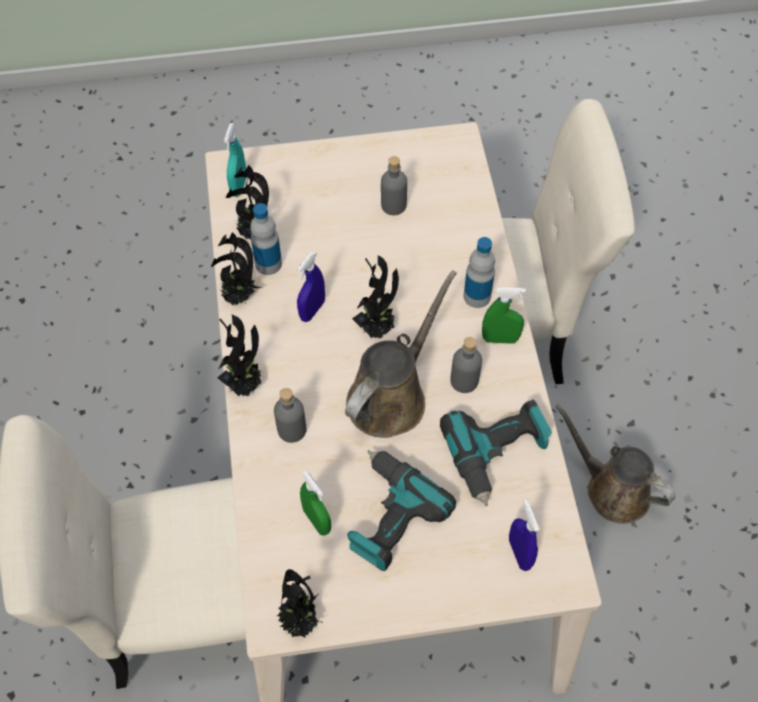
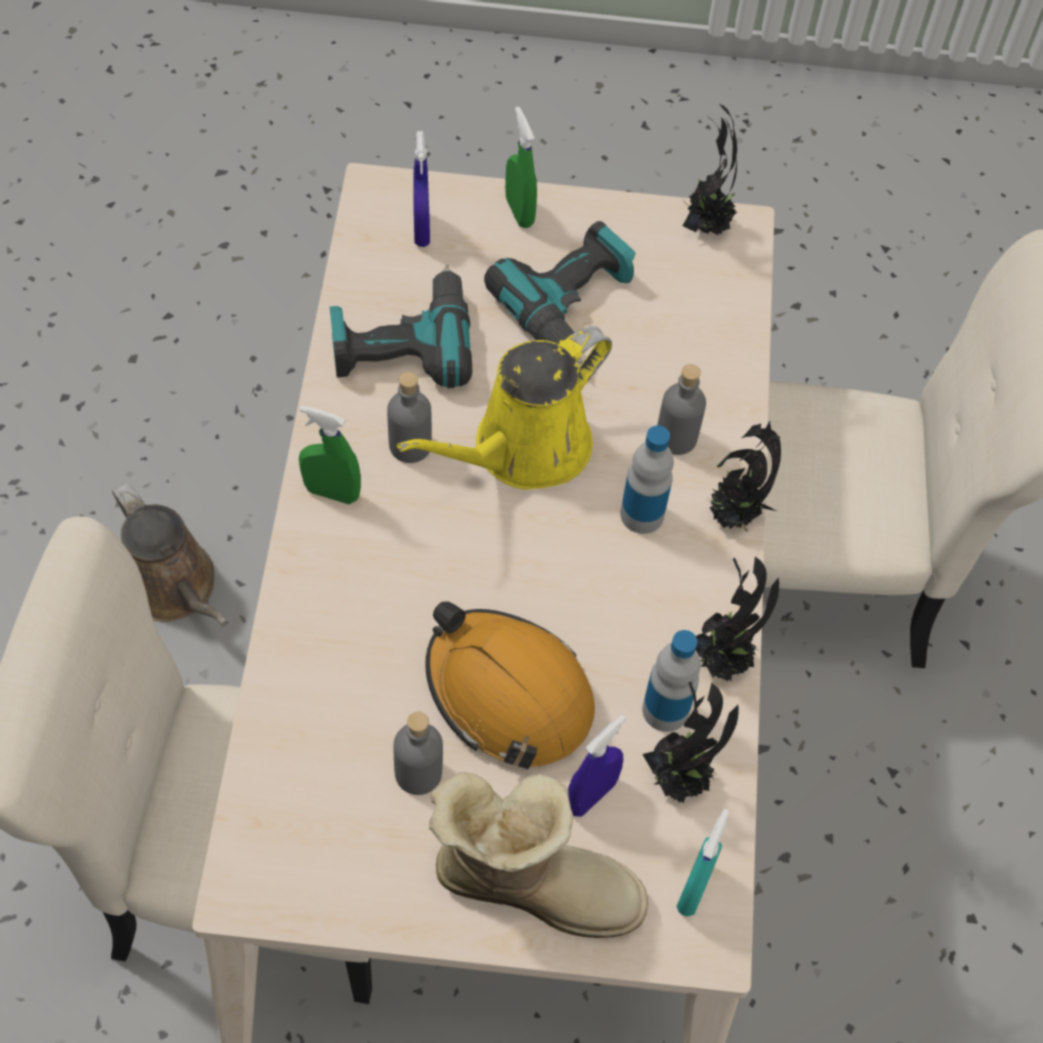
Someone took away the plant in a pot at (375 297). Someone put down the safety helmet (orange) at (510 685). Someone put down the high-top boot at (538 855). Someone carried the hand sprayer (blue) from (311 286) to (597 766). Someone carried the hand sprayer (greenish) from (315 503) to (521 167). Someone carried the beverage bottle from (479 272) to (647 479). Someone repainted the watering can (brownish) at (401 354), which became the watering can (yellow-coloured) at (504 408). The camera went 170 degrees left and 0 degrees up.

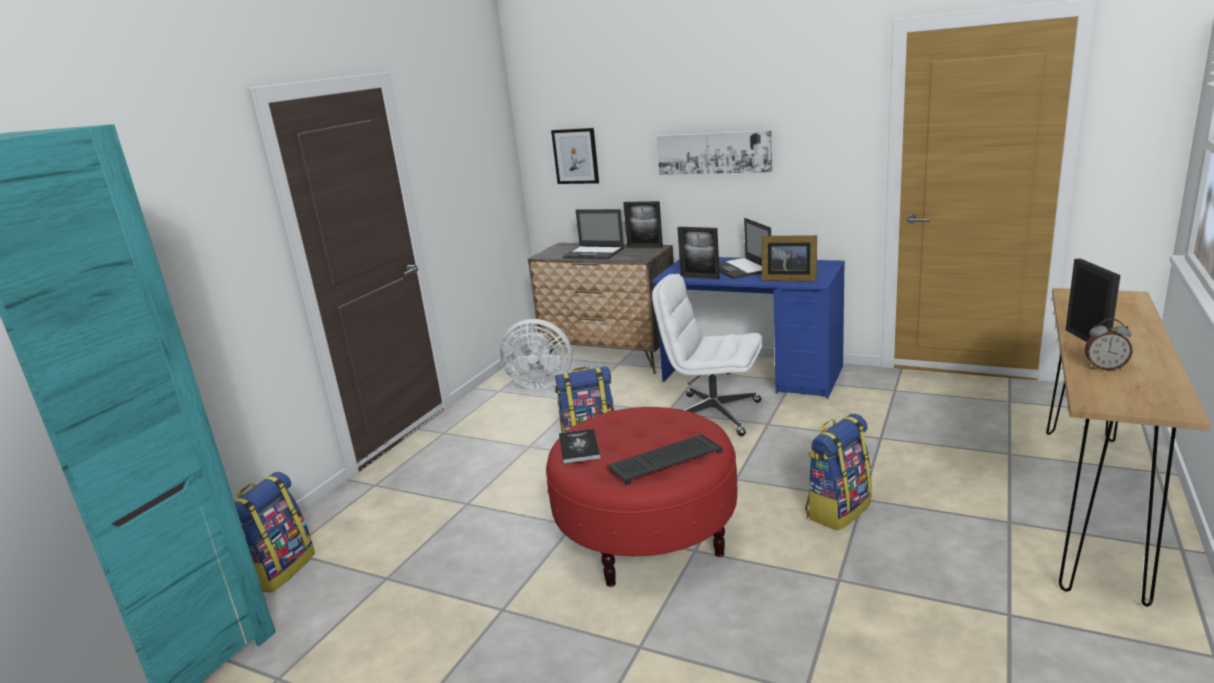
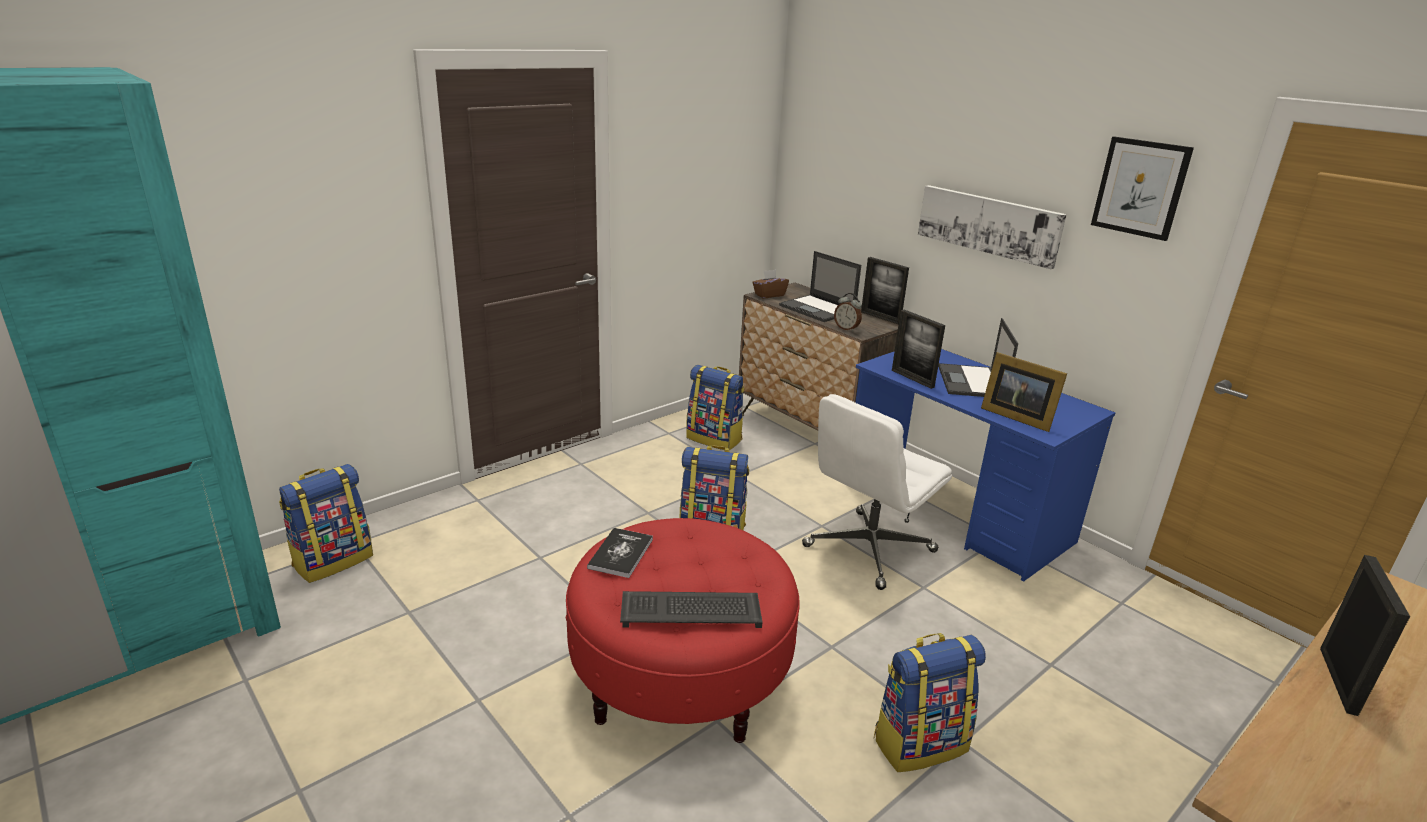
Someone put down the box of tissues (brownish) at (770 284). Someone carried the wall picture from (575 156) to (1142 188). Someone carried the table clock from (1109 344) to (848 312). Someone swapped the electric fan (white) at (535 354) for the knapsack at (715 407). Someone rotated the computer chair (white) at (707 355) by 90 degrees counterclockwise. The camera went 20 degrees right and 5 degrees up.

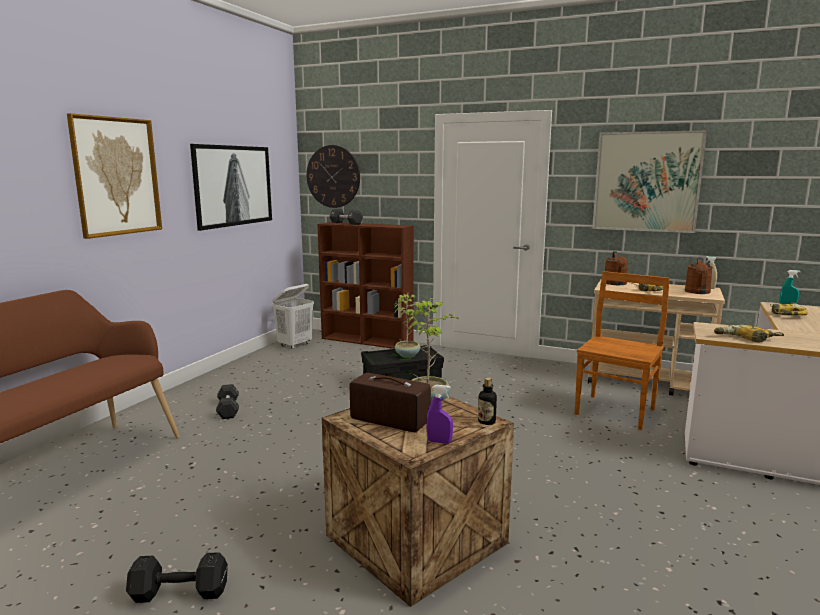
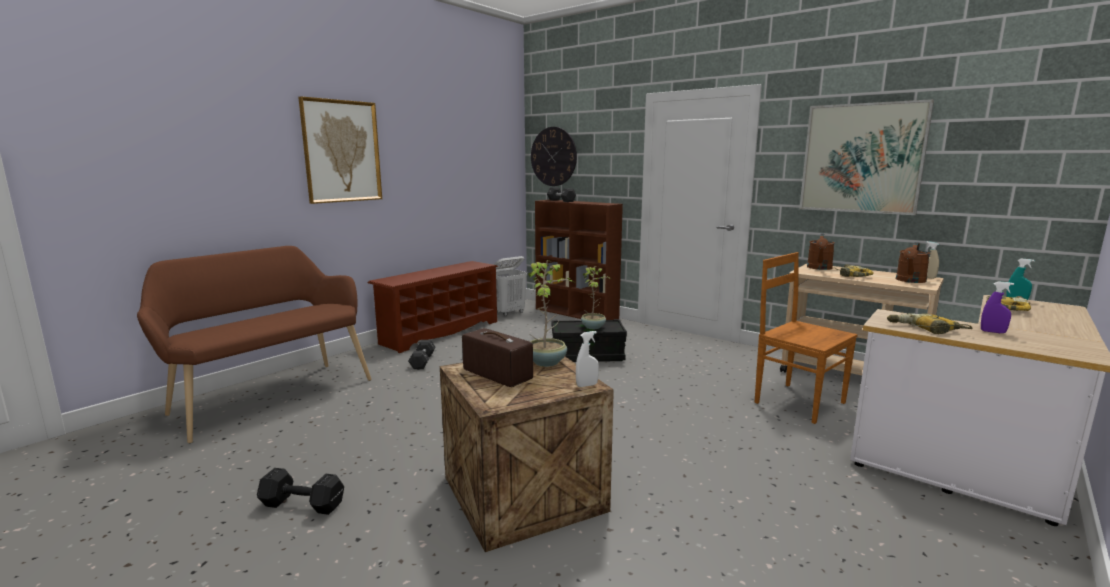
Someone took away the wall picture at (231 187). Someone put down the shoe rack (brownish) at (433 307). Someone carried the hand sprayer (purplish) from (440 414) to (997 307). Someone swapped the beverage bottle at (487 401) for the hand sprayer (white) at (587 359). Someone rotated the upright chair (brownish) at (622 350) by 90 degrees counterclockwise. The camera went 15 degrees right and 0 degrees up.

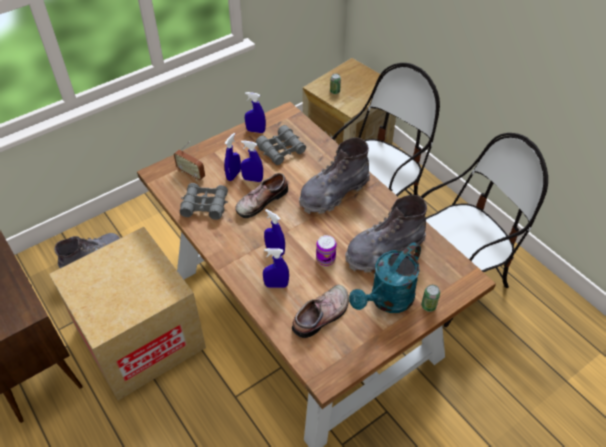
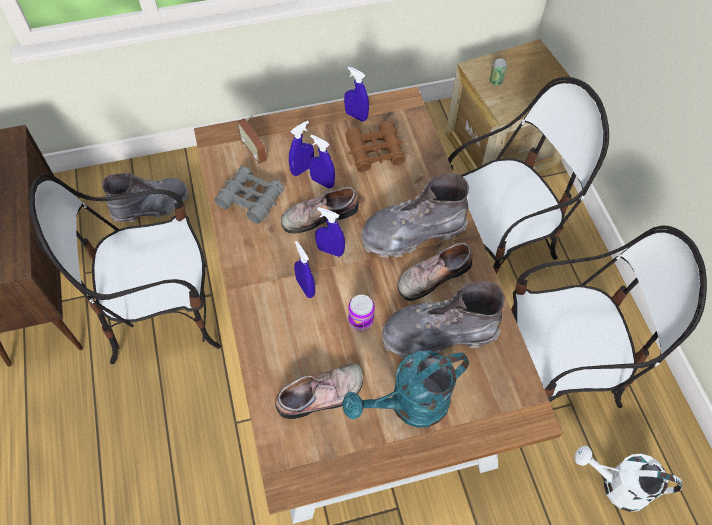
Someone took away the can at (430 298). Someone put down the low shoe at (435 272). Someone put down the watering can (white) at (628 479). Someone carried the hand sprayer (blue) from (276 268) to (330 232). Someone swapped the carton at (127 313) for the upright chair at (125 269). Someone repainted the binoculars (greyish) at (281 145), which became the binoculars (brownish) at (376 146). The camera went 20 degrees right and 10 degrees up.

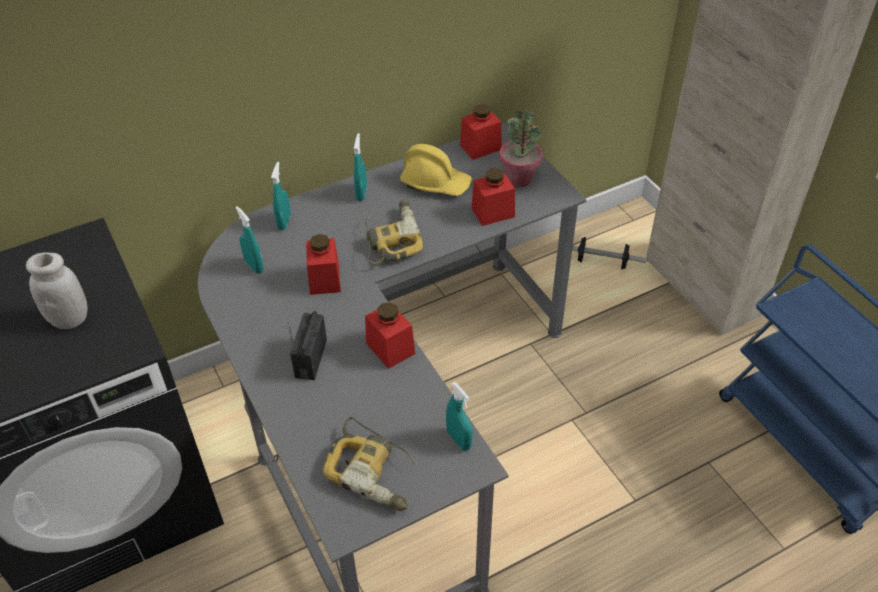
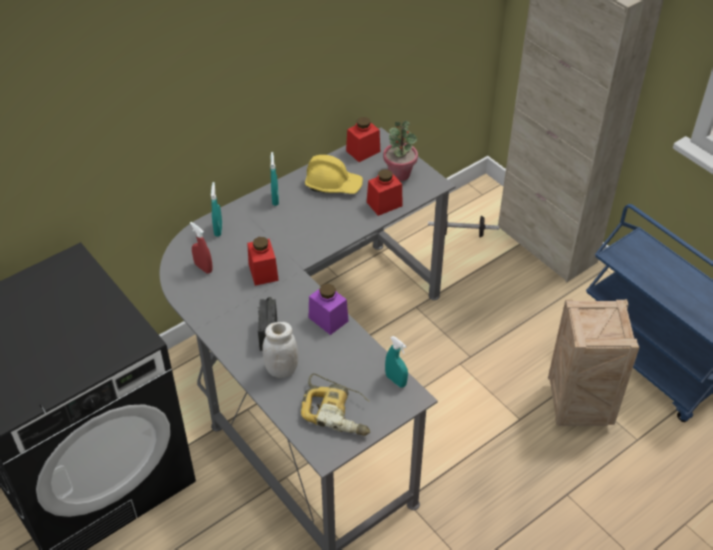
Someone took away the drill at (394 232). Someone put down the crate at (593 362). Someone carried the storage jar (white) from (56 290) to (280 350). Someone repainted the hand sprayer (turquoise-coloured) at (249 240), which became the hand sprayer (red-coloured) at (201 248). Someone repainted the storage jar (red-coloured) at (390 335), which became the storage jar (purplish) at (329 309). The camera went 10 degrees left and 0 degrees up.

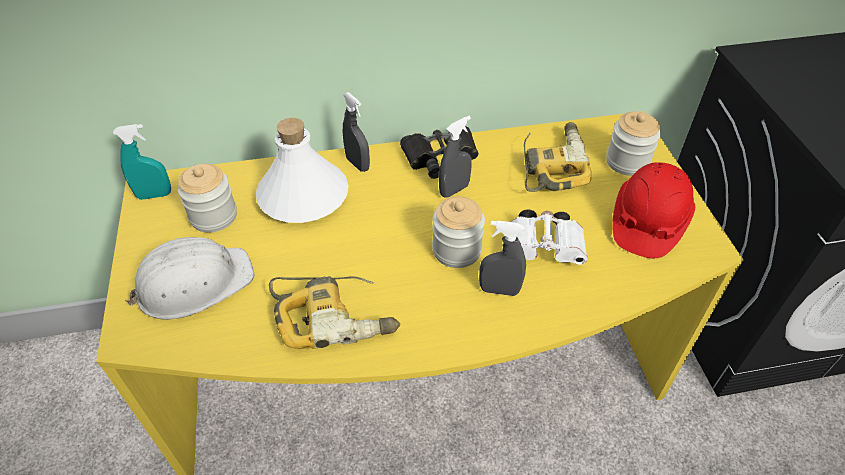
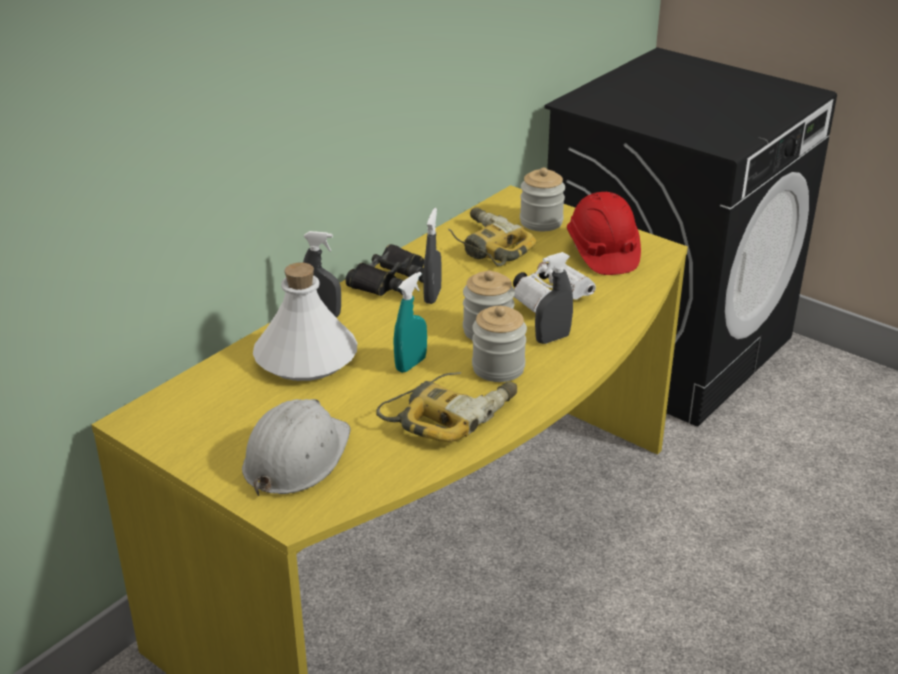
Someone carried the hand sprayer (turquoise-coloured) from (142 162) to (410 322). Someone carried the storage jar from (207 198) to (499 344). The camera went 40 degrees left and 15 degrees down.

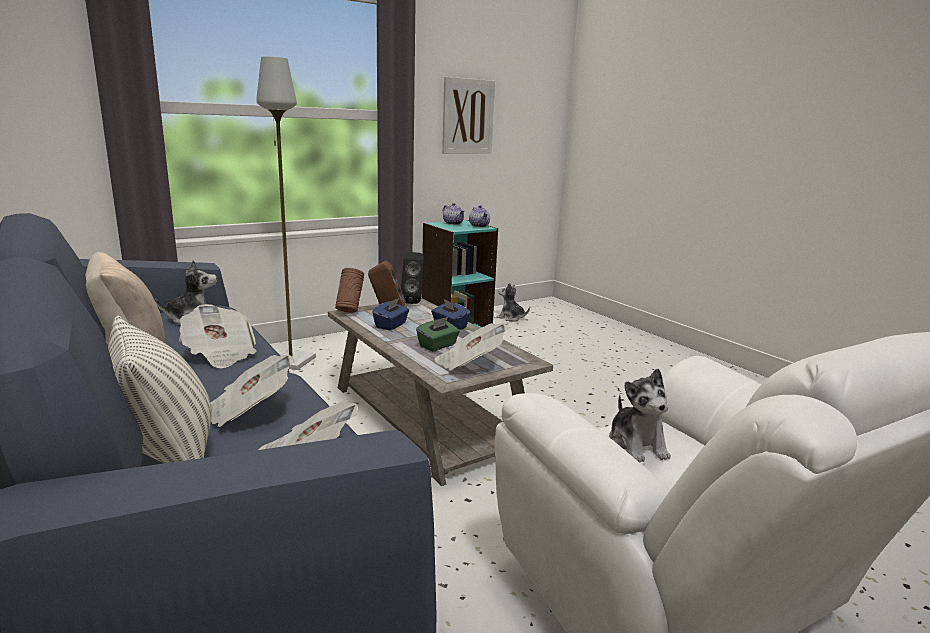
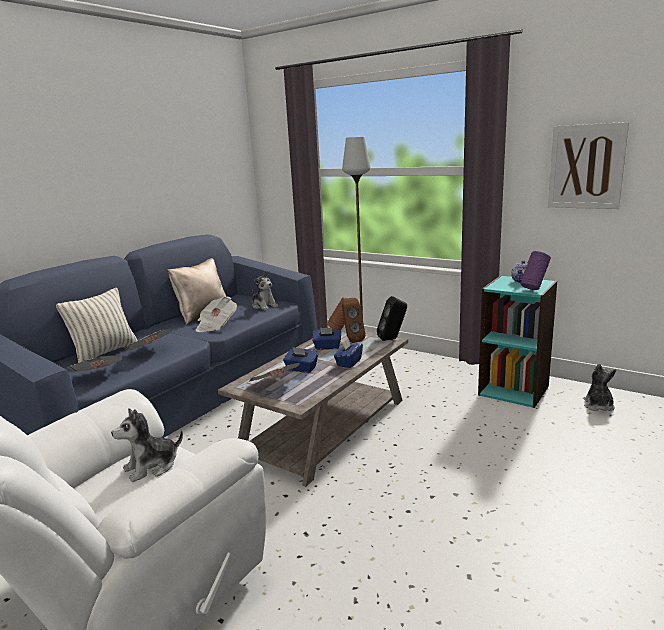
Someone swapped the tea pot at (479 216) for the decorative vase (purplish) at (535 270). Someone repainted the box of tissues (greenish) at (438 334), which became the box of tissues (blue) at (300 360). The camera went 70 degrees right and 0 degrees up.

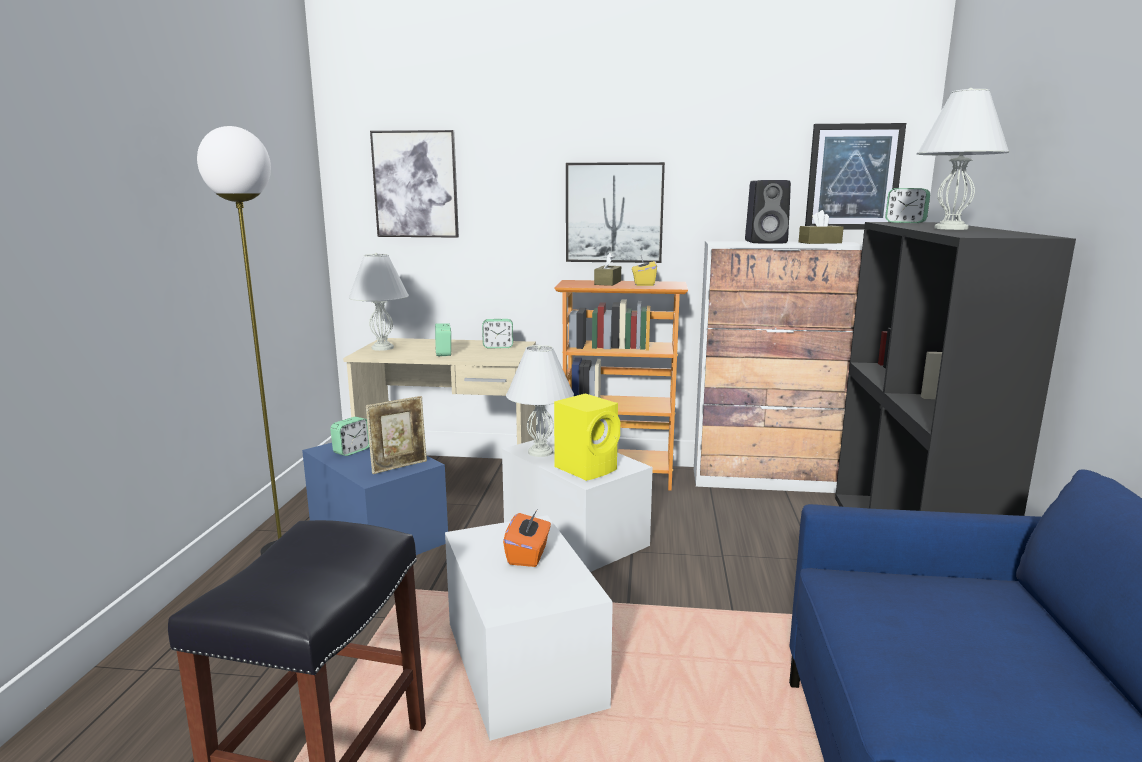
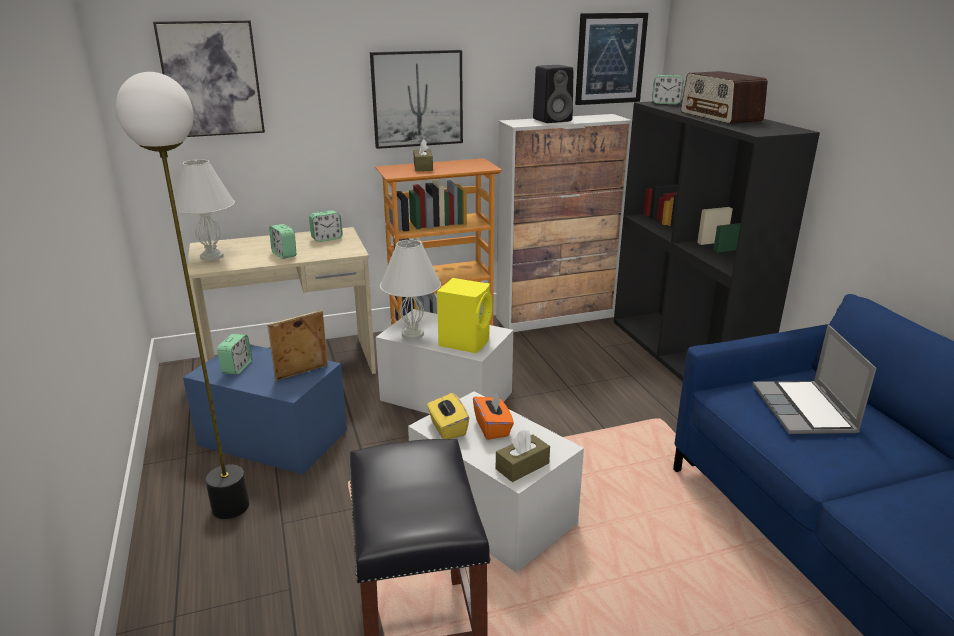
Someone put down the laptop at (814 379). Someone carried the box of tissues (yellow-coloured) from (644 270) to (448 416). Someone carried the box of tissues (brownish) from (821 227) to (523 456). Someone swapped the tabletop lamp (white) at (963 159) for the radio at (724 97). Someone rotated the photo frame at (396 435) by 150 degrees counterclockwise. The camera went 25 degrees left and 10 degrees up.

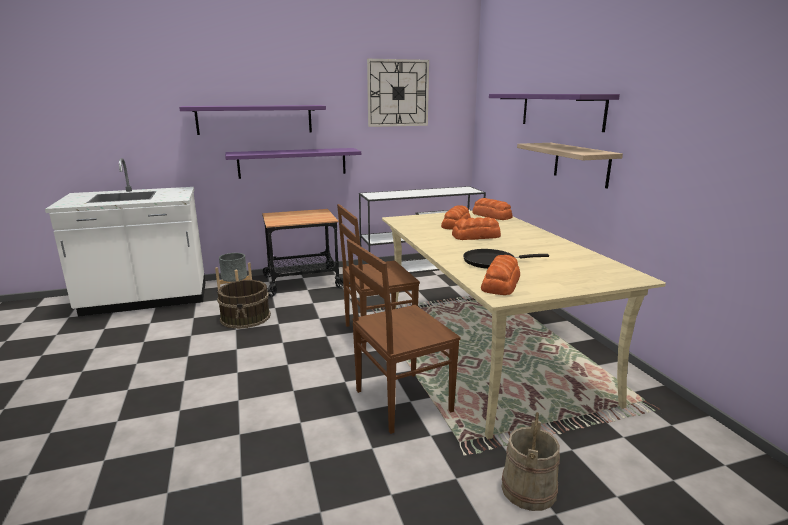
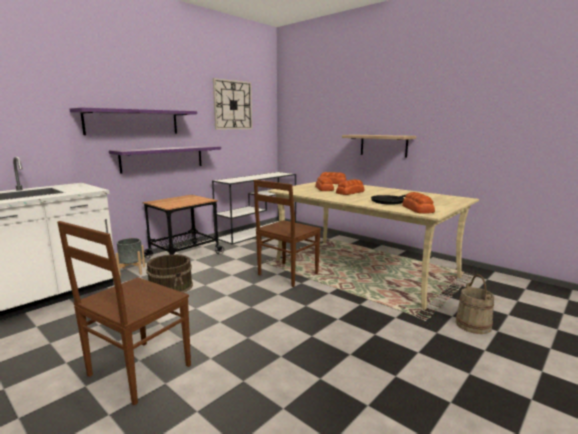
Someone took away the bracket shelf (purplish) at (554 113). Someone carried the upright chair (brownish) from (404 336) to (124 313). The camera went 30 degrees left and 5 degrees down.

